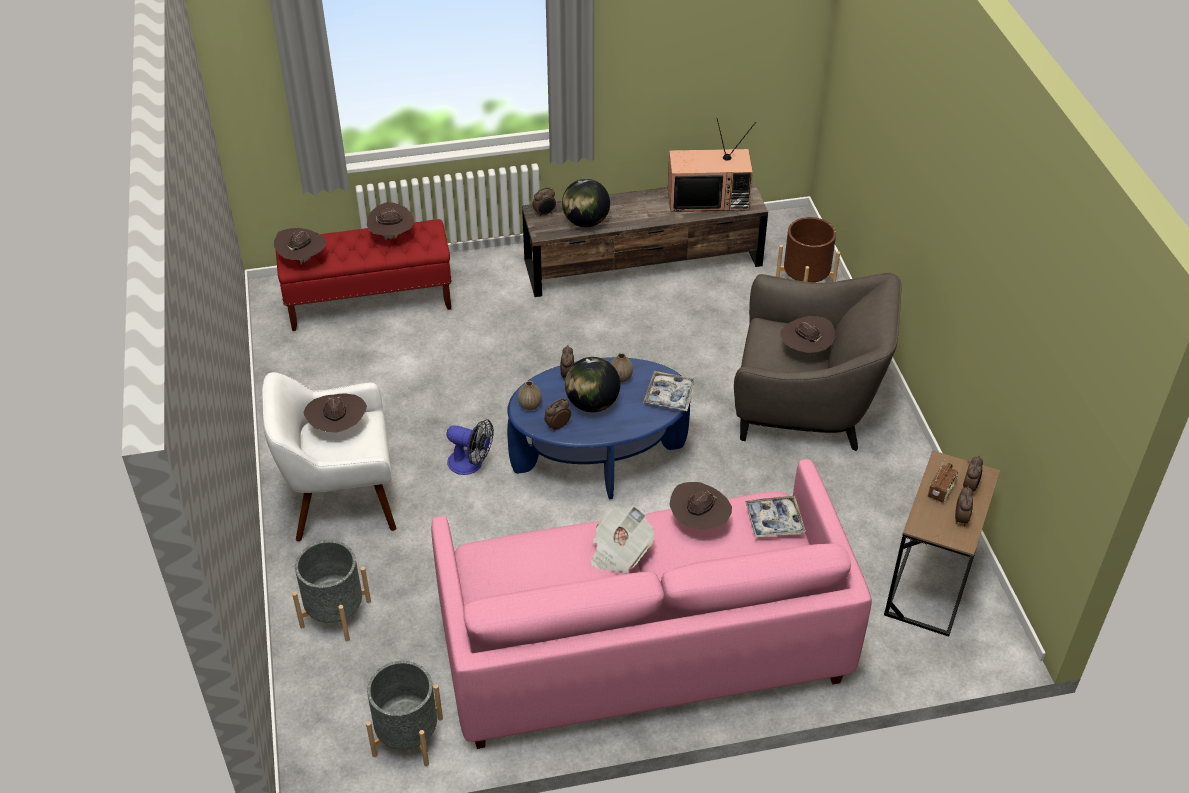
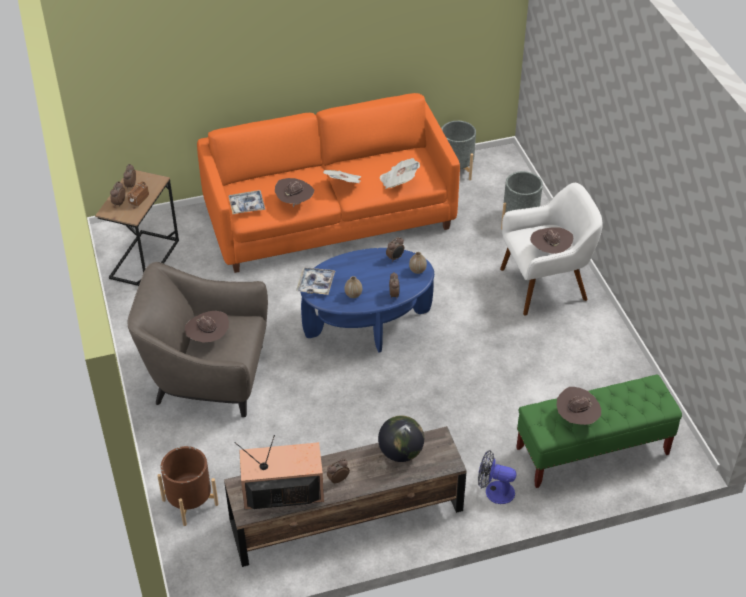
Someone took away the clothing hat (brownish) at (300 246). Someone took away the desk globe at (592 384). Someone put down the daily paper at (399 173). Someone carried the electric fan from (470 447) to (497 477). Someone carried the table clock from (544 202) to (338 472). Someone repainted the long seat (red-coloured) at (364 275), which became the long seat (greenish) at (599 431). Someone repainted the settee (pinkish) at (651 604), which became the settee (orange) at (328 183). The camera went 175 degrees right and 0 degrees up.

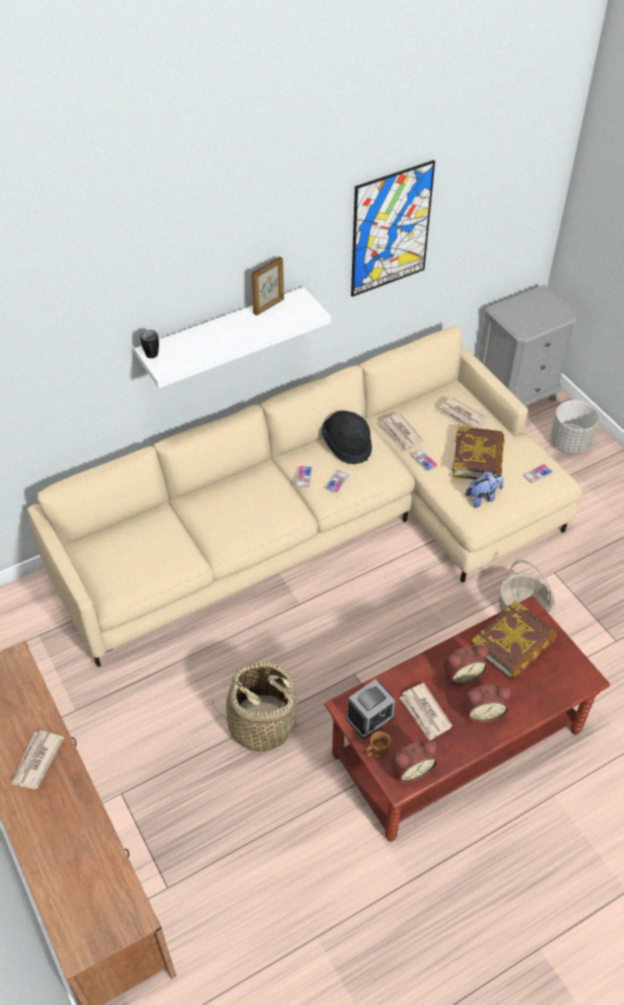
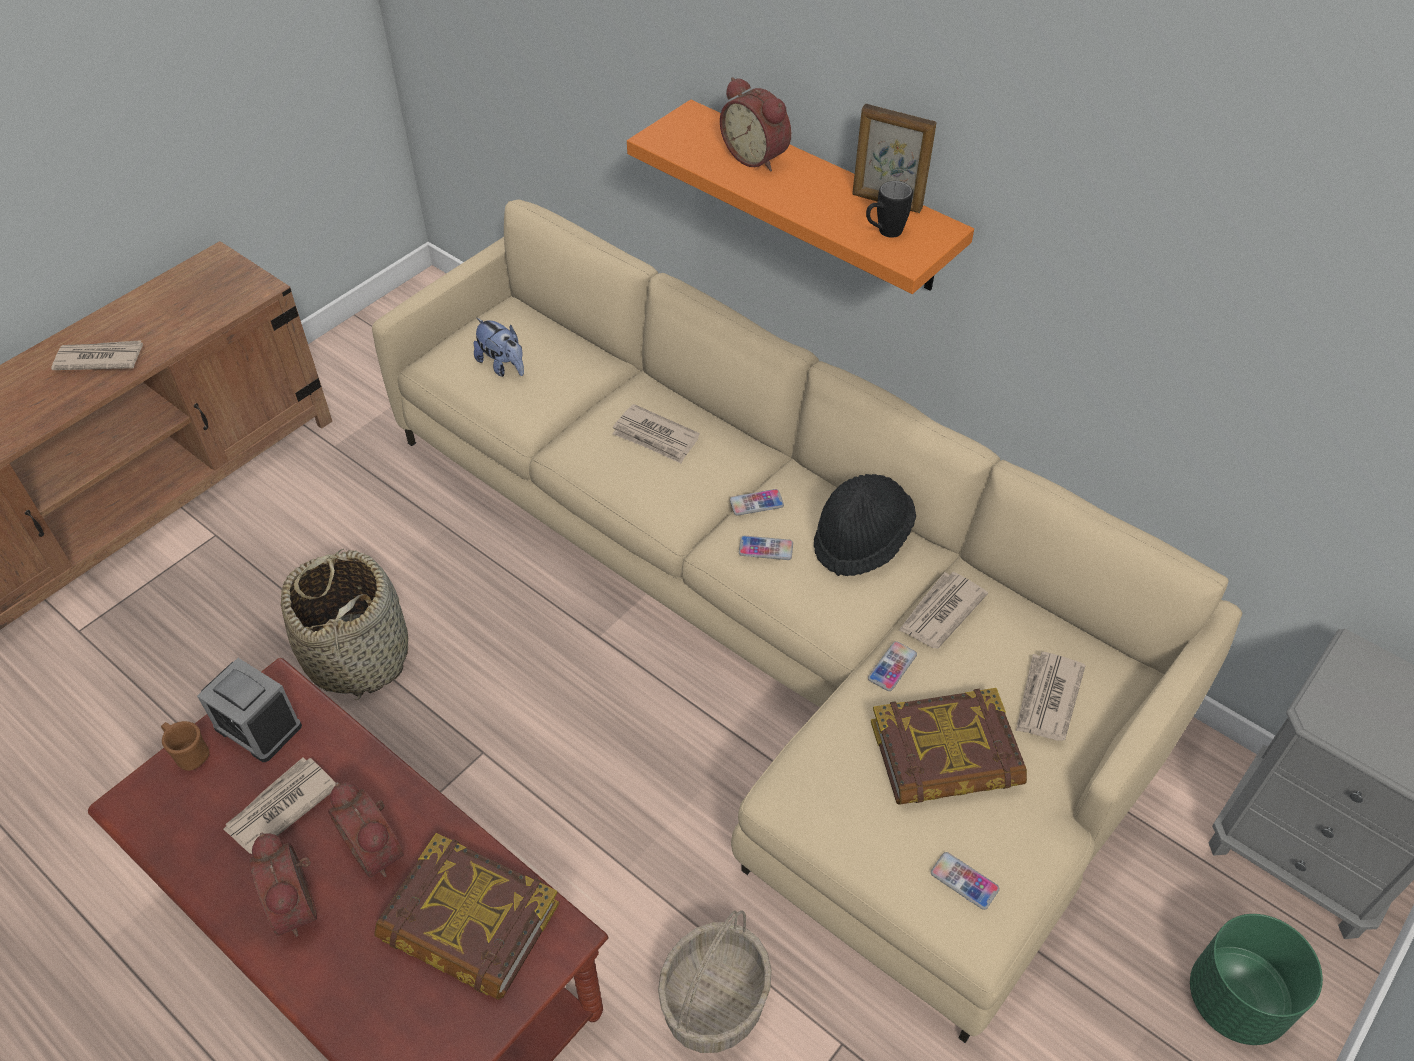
Someone took away the wall picture at (393 228). Someone put down the daily paper at (656 433). Someone carried the coffee mug (black) from (149 344) to (889 209). Someone carried the table clock from (414 762) to (755 124). Someone carried the plush toy from (484 490) to (498 347). Someone repainted the bracket shelf (white) at (232 337), which became the bracket shelf (orange) at (800 197). Someone repainted the flower pot (greyish) at (574 426), which became the flower pot (greenish) at (1256 979). The camera went 70 degrees right and 0 degrees up.

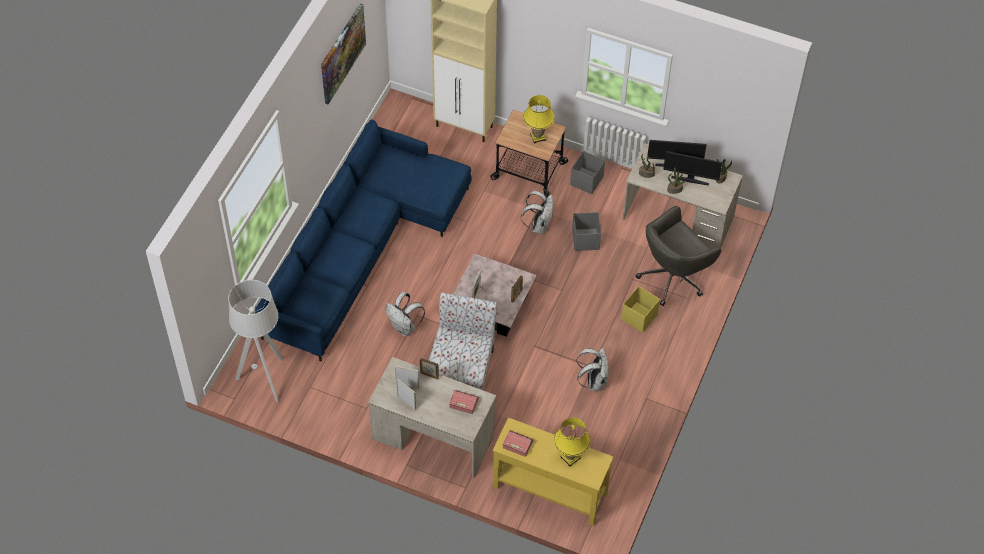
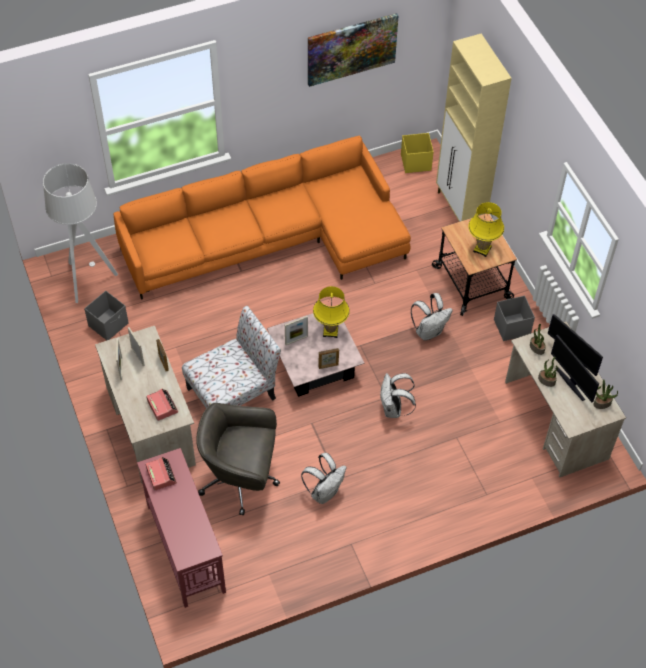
Someone carried the knapsack (white) from (405 314) to (398 395). Someone carried the tabletop lamp (yellow-coloured) from (572 441) to (331 312). Someone carried the storage box (greyish) from (586 231) to (106 315). Someone carried the storage box (yellow-coloured) from (640 309) to (417 153). Someone carried the computer chair (greyish) from (678 256) to (238 459). Someone repainted the settee (blue) at (363 240), which became the settee (orange) at (262 217). Someone repainted the narrow table (yellow-coloured) at (553 471), which became the narrow table (red-coloured) at (181 528). The camera went 45 degrees right and 0 degrees up.

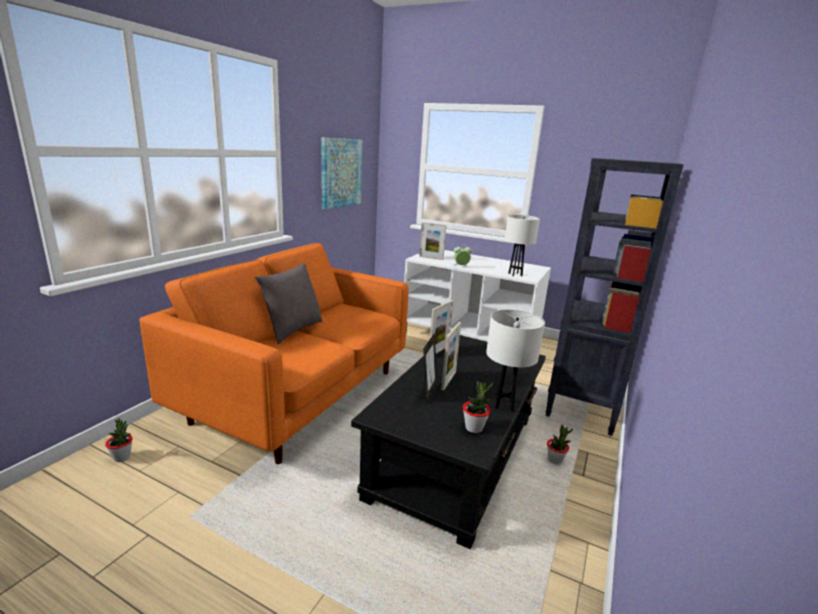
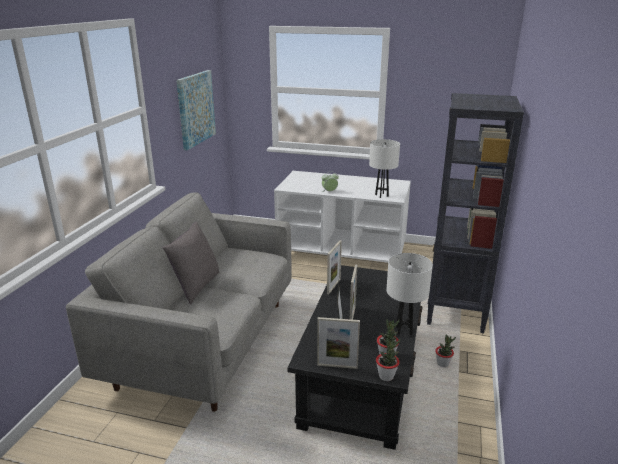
Someone carried the plant in a pot from (119 440) to (388 359). Someone carried the photo frame from (433 241) to (338 343). Someone repainted the settee (orange) at (273 353), which became the settee (greyish) at (179 302). The camera went 10 degrees left and 5 degrees up.

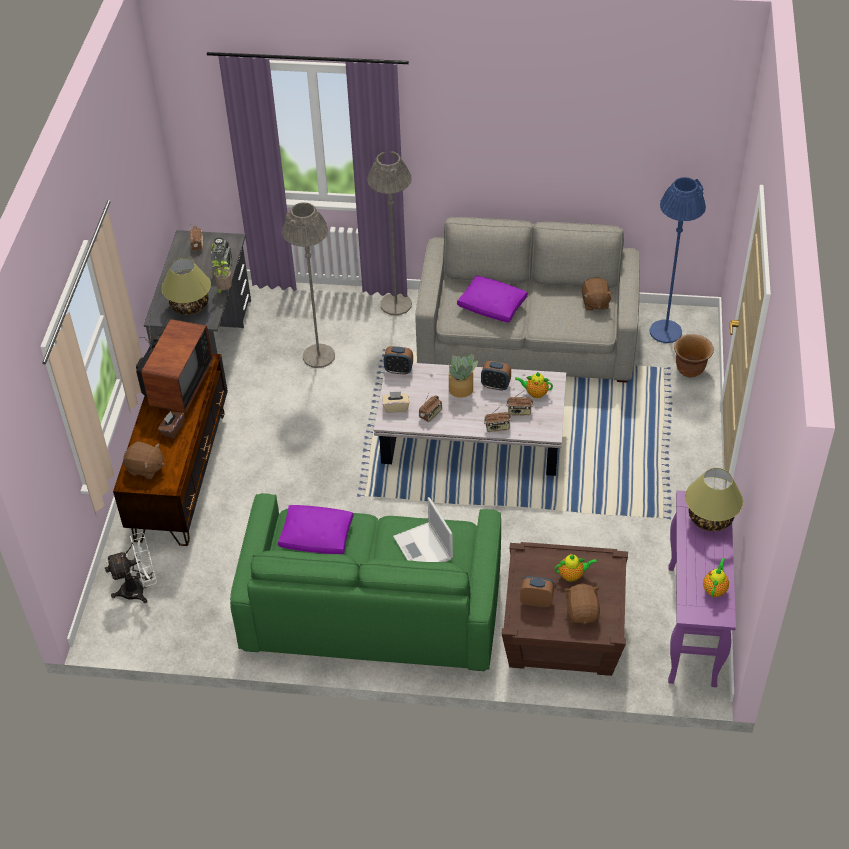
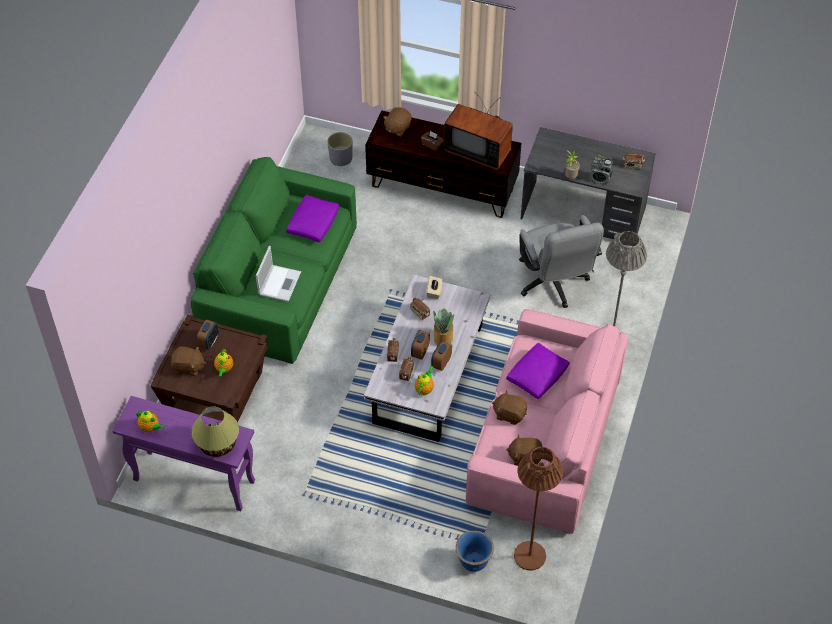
Someone took away the tabletop lamp at (186 286). Someone put down the plush toy (brownish) at (509 407). Someone carried the table clock from (398 360) to (420 345). Someone swapped the electric fan (white) at (131 567) for the flower pot (greyish) at (340 149). Someone swapped the standing lamp (greyish) at (308 285) for the computer chair (greyish) at (561 261). Someone repainted the settee (greyish) at (527 300), which became the settee (pinkish) at (547 421). Someone repainted the standing lamp (blue) at (678 260), which became the standing lamp (brownish) at (538 509). Someone repainted the flower pot (brownish) at (694 356), which became the flower pot (blue) at (475 551). Someone rotated the laptop at (423 529) by 120 degrees clockwise. The camera went 100 degrees right and 5 degrees up.

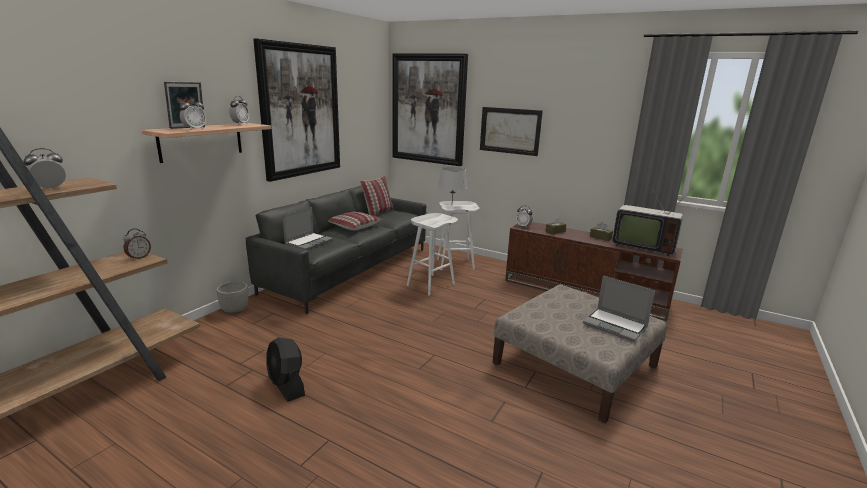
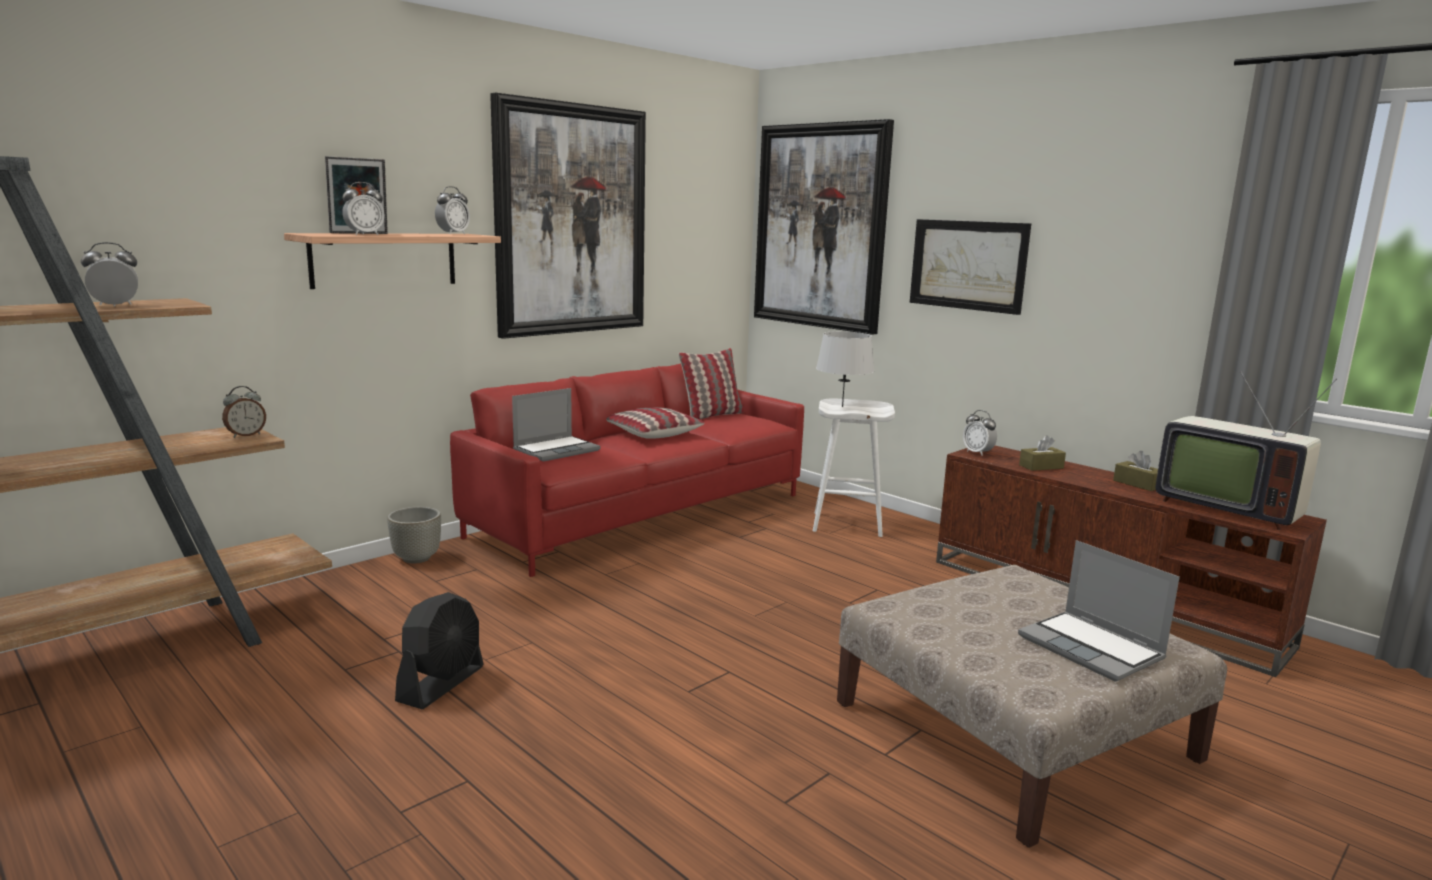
Someone took away the stool seat (white) at (432 254). Someone repainted the settee (greyish) at (336 250), which became the settee (red-coloured) at (627 470). Someone rotated the electric fan (black) at (285 369) by 135 degrees counterclockwise. The camera went 15 degrees right and 5 degrees down.

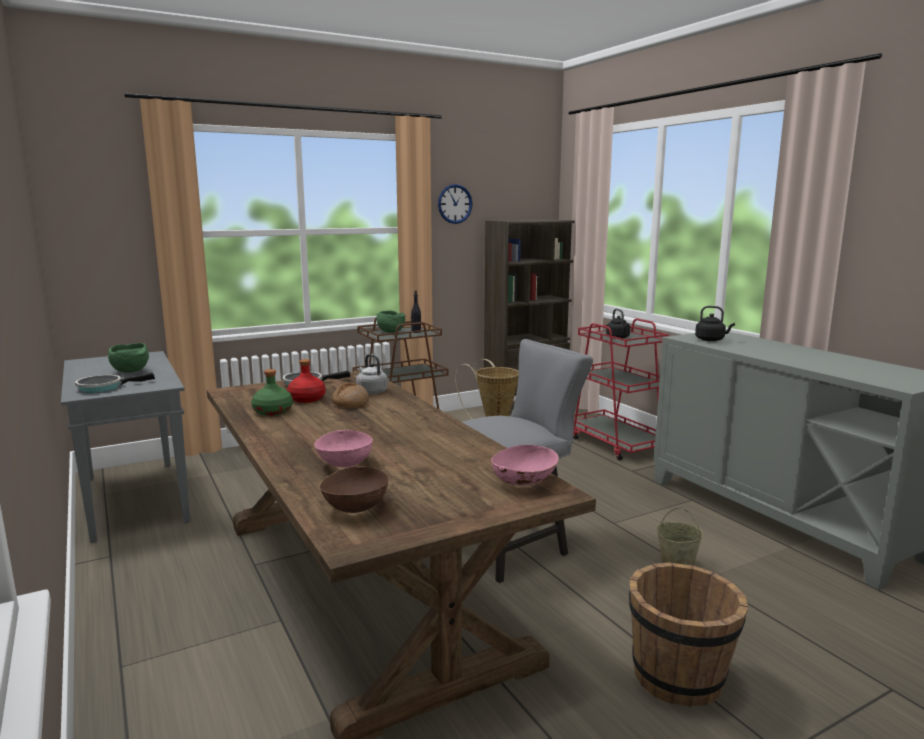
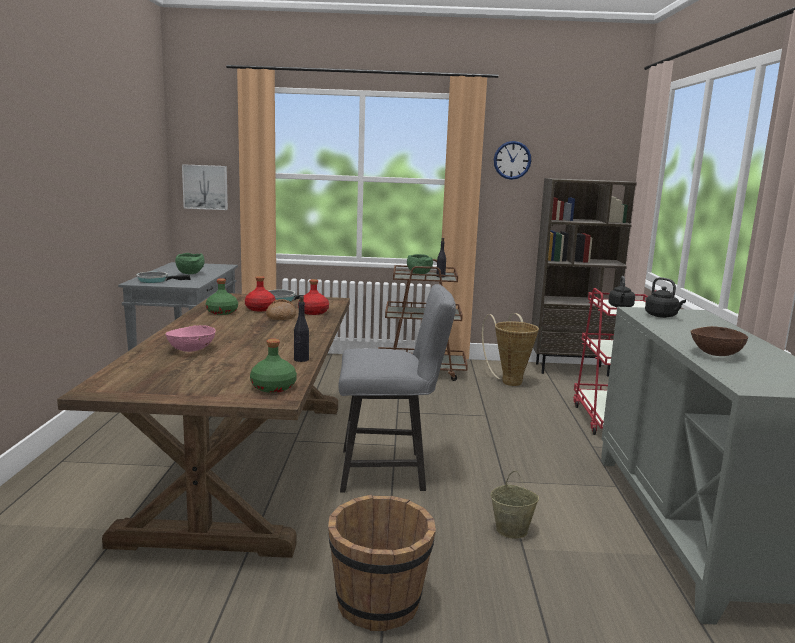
Someone put up the wall picture at (205 187). Someone put down the beverage bottle (black) at (301 329). Someone carried the deep dish (brownish) from (354 489) to (719 341). Someone swapped the water kettle (greyish) at (372 374) for the beverage bottle (red-coloured) at (313 297). Someone swapped the deep dish (pinkish) at (525 465) for the beverage bottle (greenish) at (273 366). The camera went 30 degrees right and 0 degrees up.

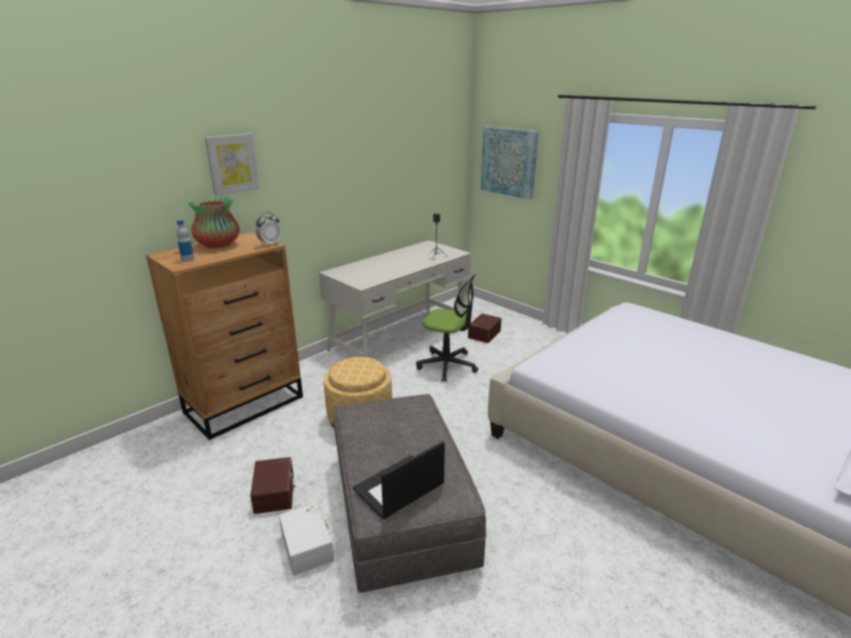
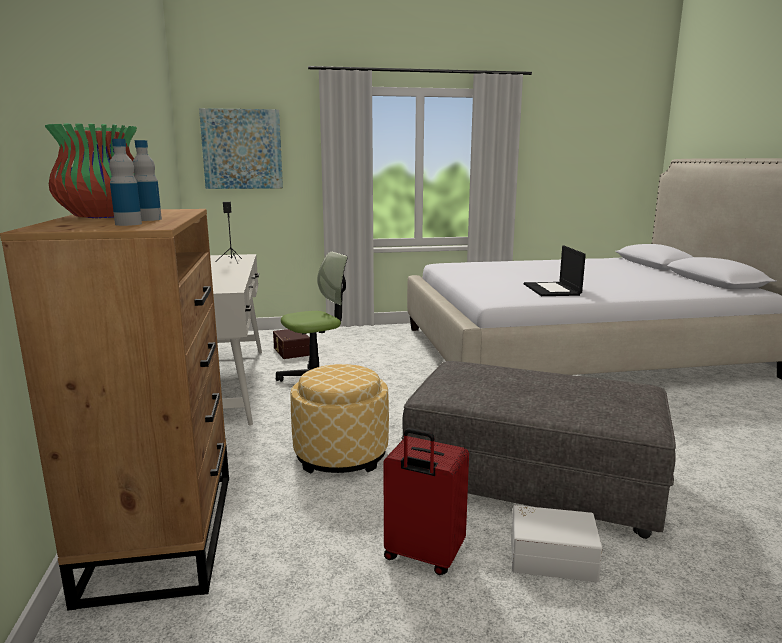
Someone took away the wall picture at (232 164). Someone took away the table clock at (269 229). Someone put down the beverage bottle at (147 180). Someone carried the laptop from (399 480) to (555 270). Someone swapped the storage box (brownish) at (272 485) for the piece of luggage (red-coloured) at (426 501). The camera went 55 degrees left and 10 degrees down.

